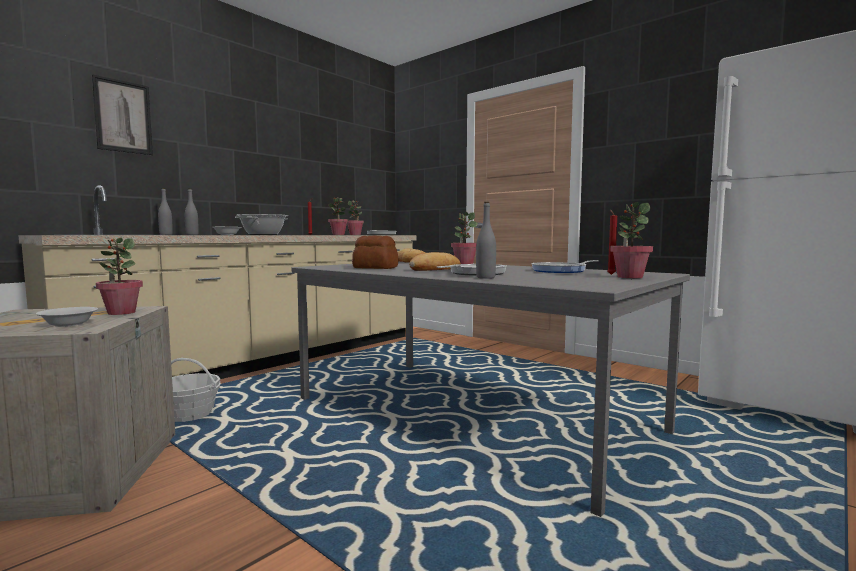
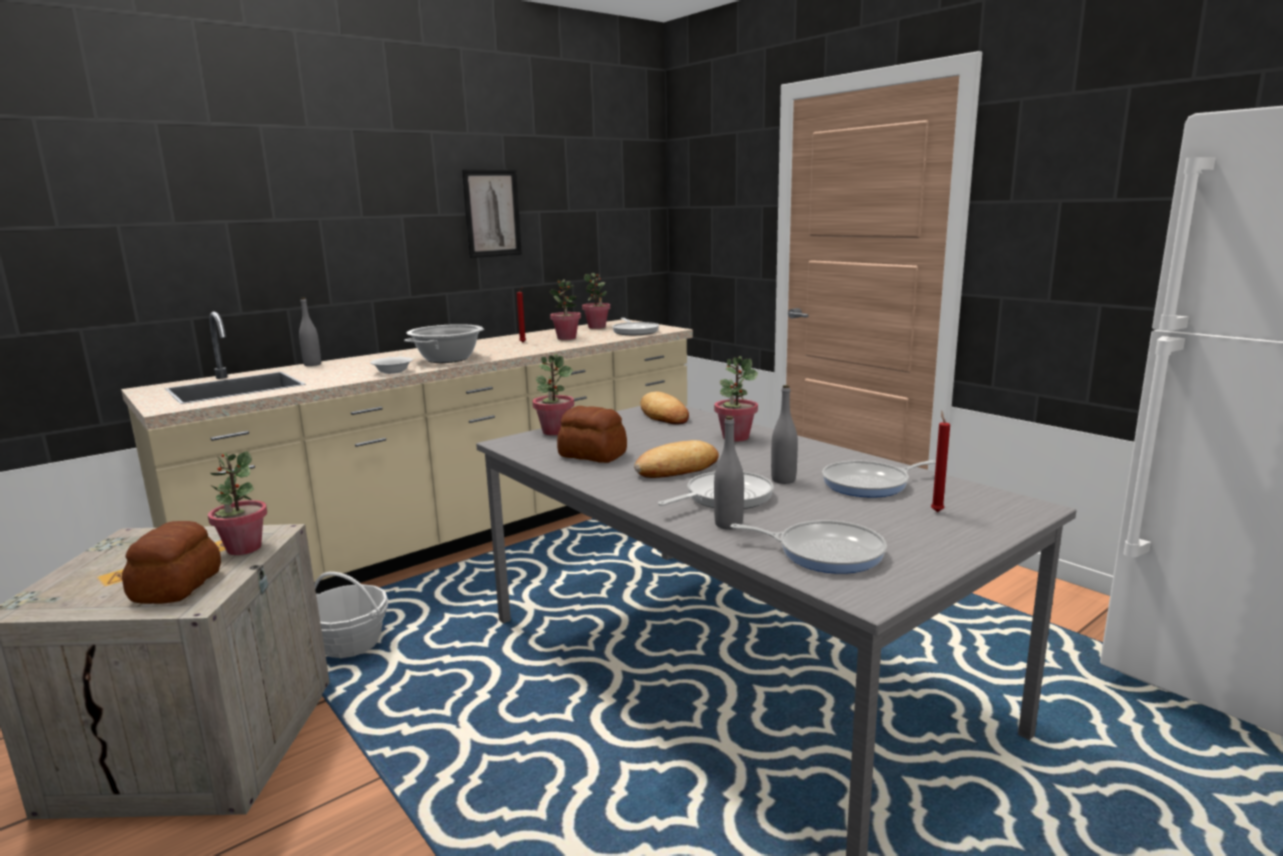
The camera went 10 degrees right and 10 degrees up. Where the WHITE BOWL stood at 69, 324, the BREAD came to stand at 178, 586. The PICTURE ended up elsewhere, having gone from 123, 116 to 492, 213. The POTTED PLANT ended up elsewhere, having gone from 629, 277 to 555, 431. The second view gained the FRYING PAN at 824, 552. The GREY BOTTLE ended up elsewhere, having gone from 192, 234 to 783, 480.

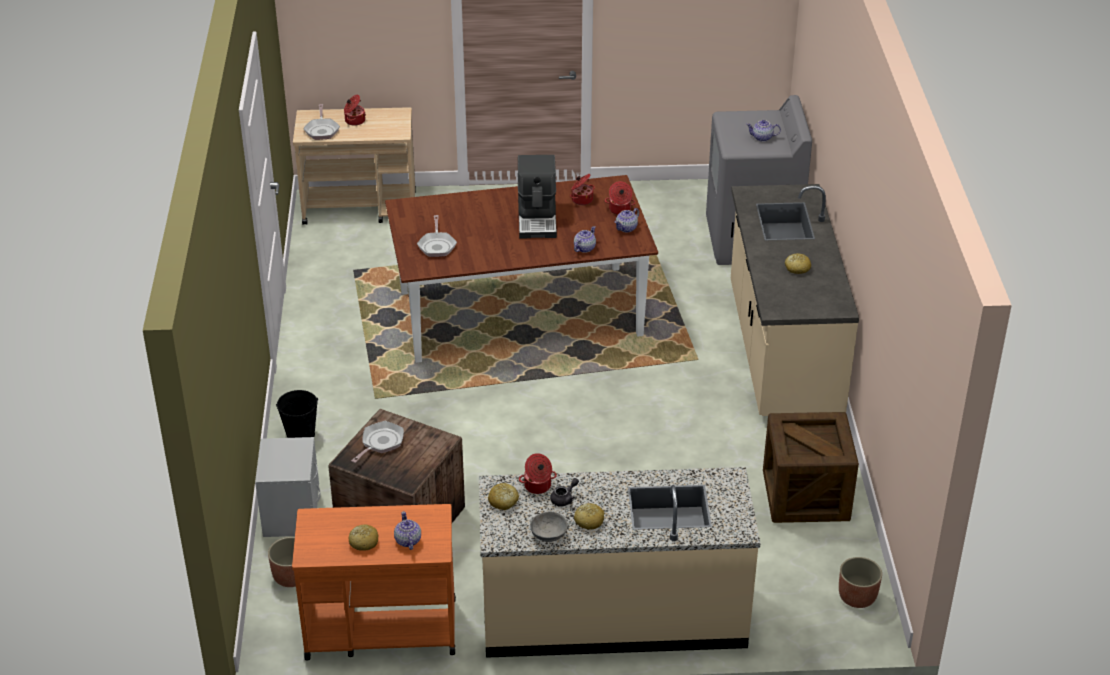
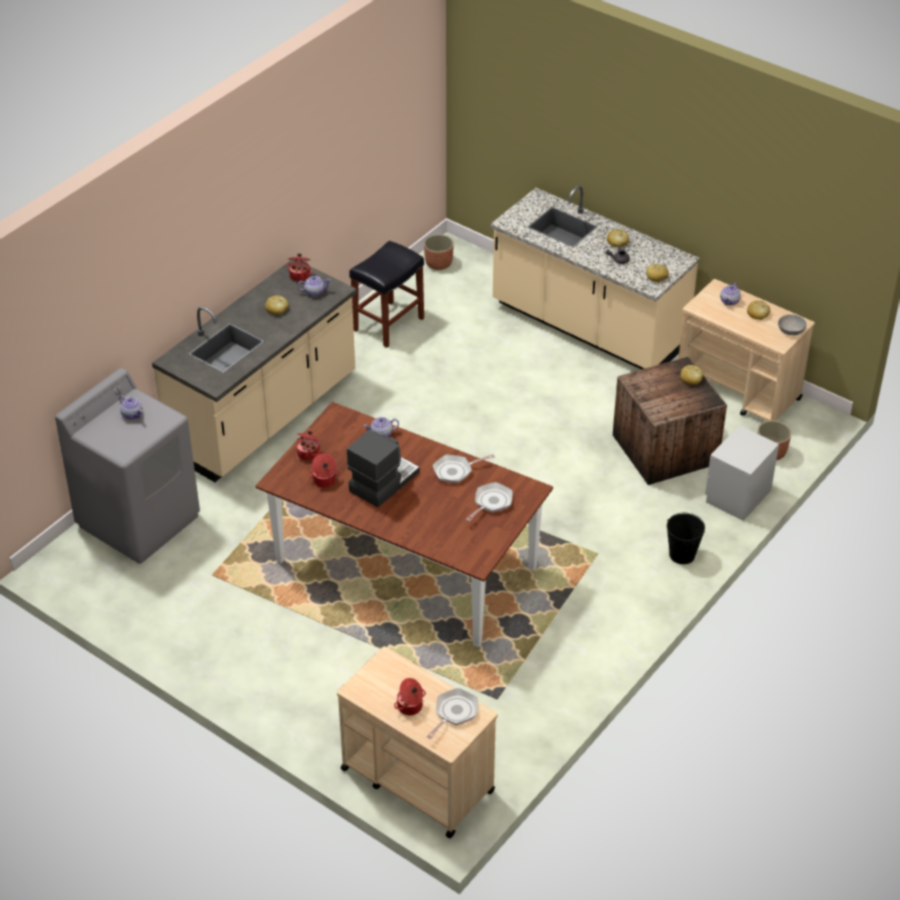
The camera went 140 degrees left and 5 degrees up. The COOKING POT ended up elsewhere, having gone from 537, 486 to 300, 275. The TEAPOT ended up elsewhere, having gone from 627, 228 to 314, 292. Where the CRATE stood at 805, 495, the BLACK STOOL came to stand at 388, 325. The FRYING PAN ended up elsewhere, having gone from 380, 443 to 455, 471. What was the ORANGE CART at 380, 628 turned into the BEIGE CART at 738, 392. The second view gained the BREAD at 691, 378. The GREY BOWL ended up elsewhere, having gone from 548, 534 to 791, 331.

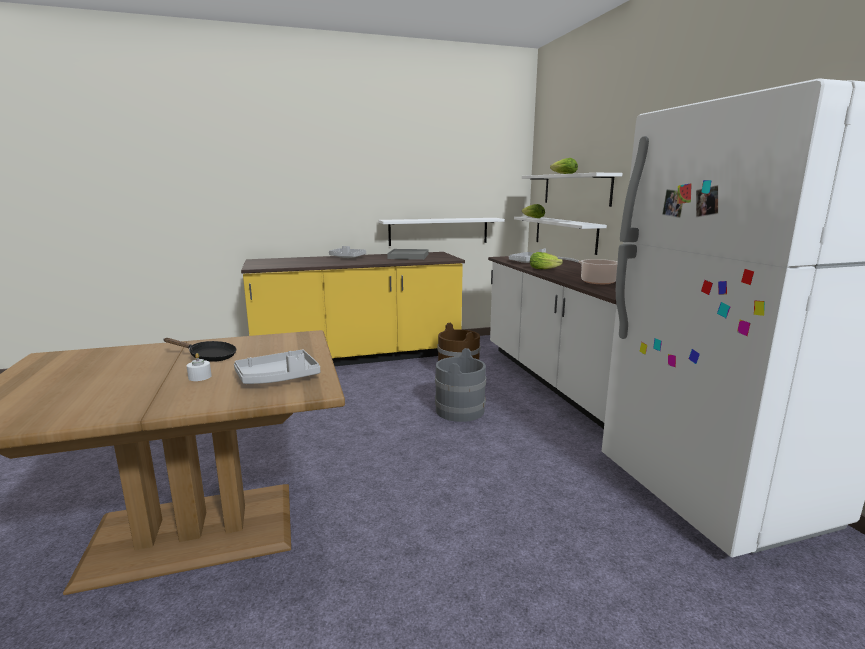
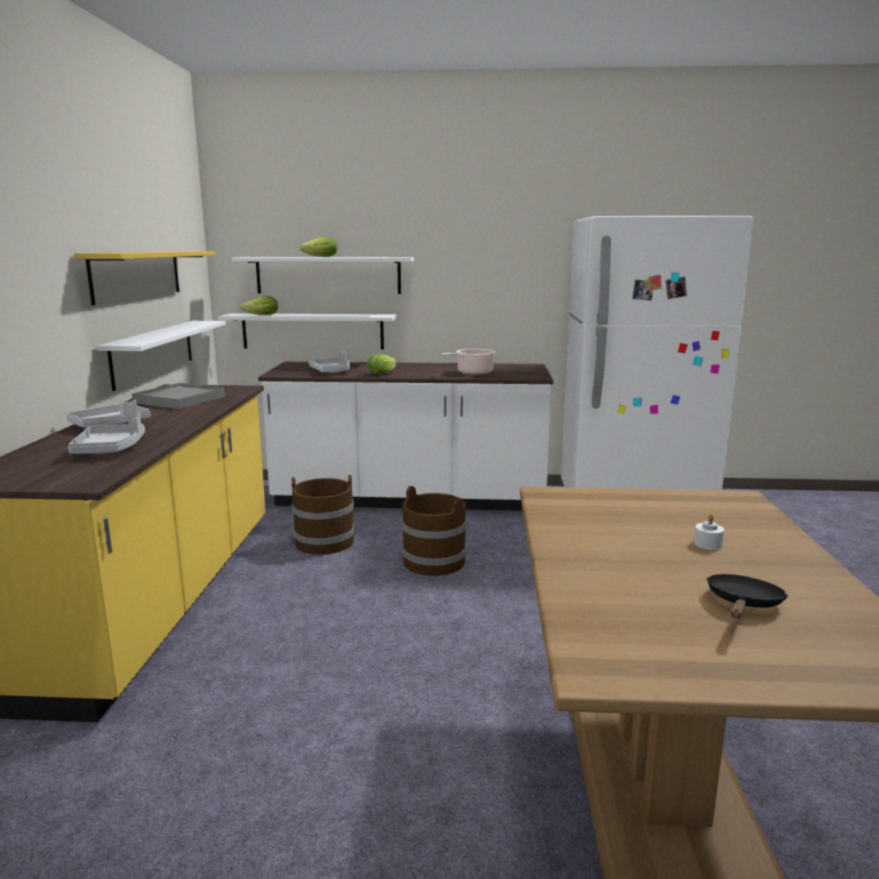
The camera went 70 degrees left and 0 degrees up. The GREY TRAY ended up elsewhere, having gone from 278, 378 to 110, 449. The second view gained the YELLOW SHELF at 137, 275. What was the GREY BUCKET at 460, 410 turned into the BROWN BUCKET at 434, 561. The BLACK FRYING PAN ended up elsewhere, having gone from 208, 357 to 743, 604.

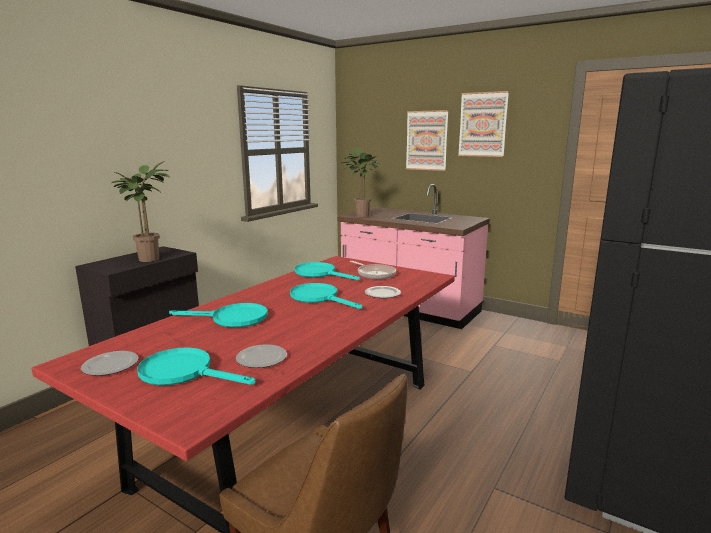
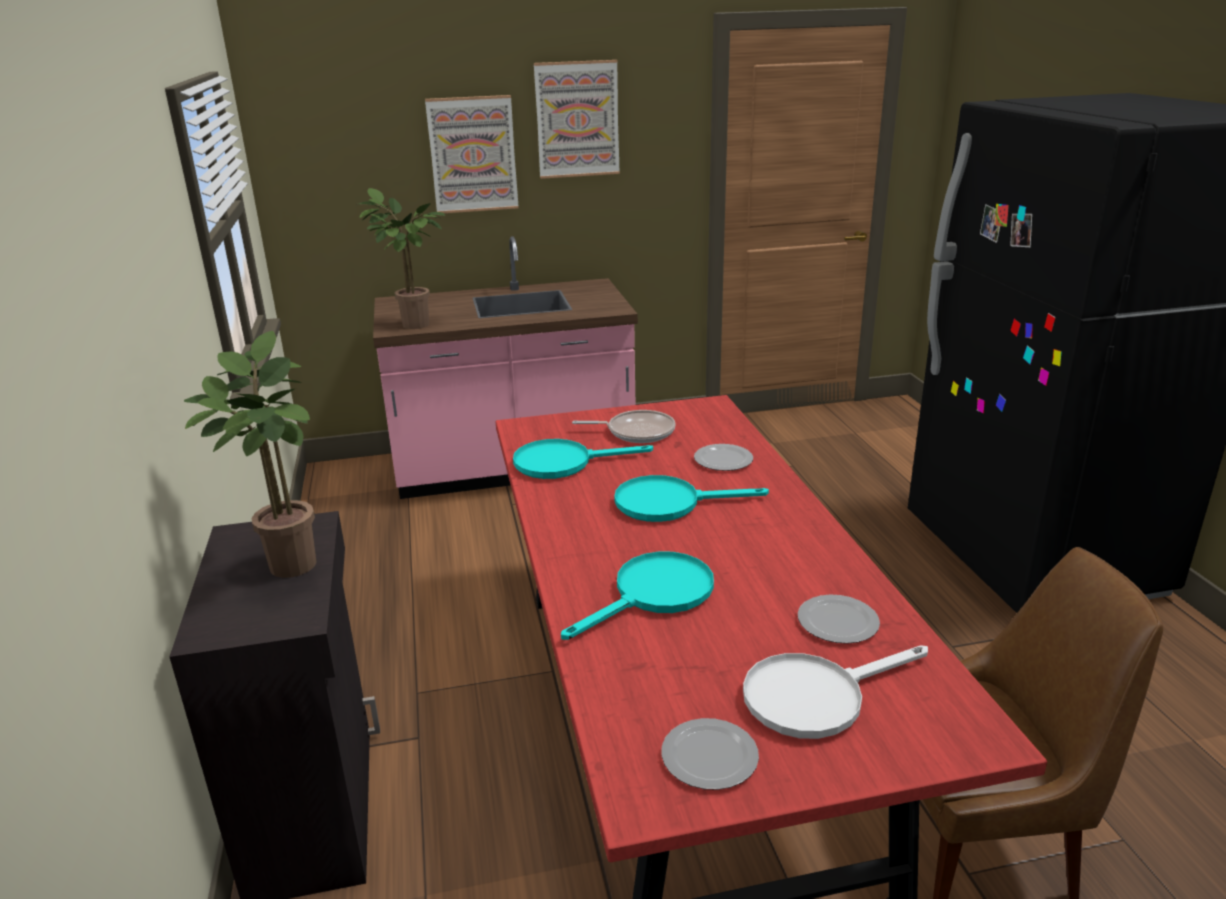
The camera went 45 degrees left and 10 degrees up. What was the TURQUOISE FRYING PAN at 184, 372 turned into the WHITE FRYING PAN at 816, 696.

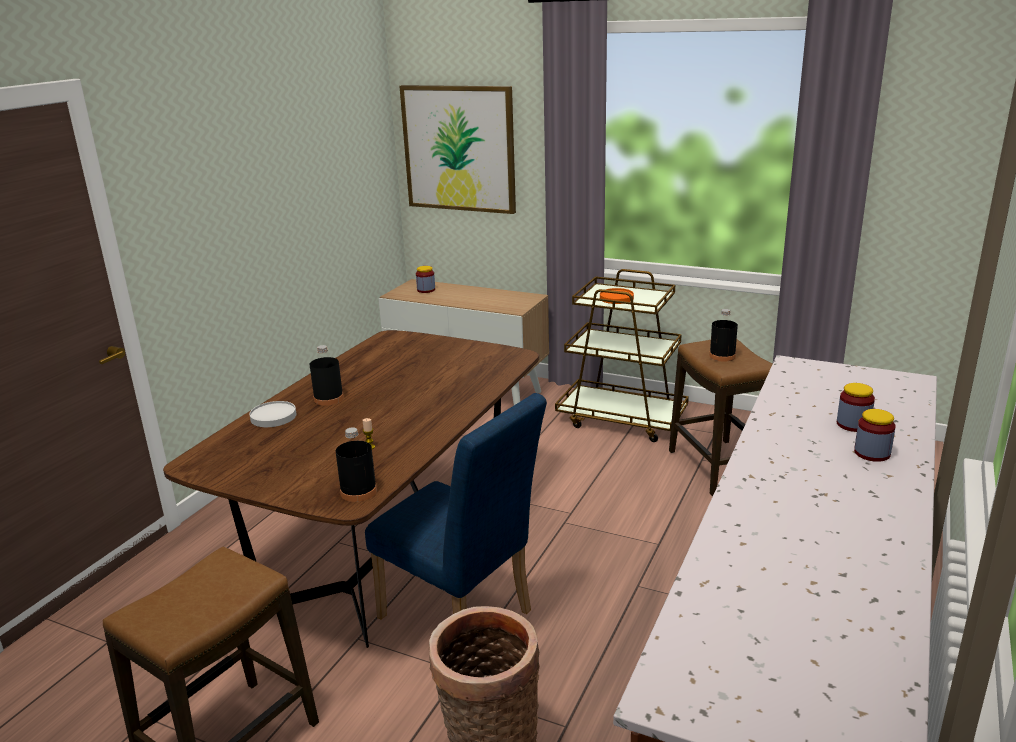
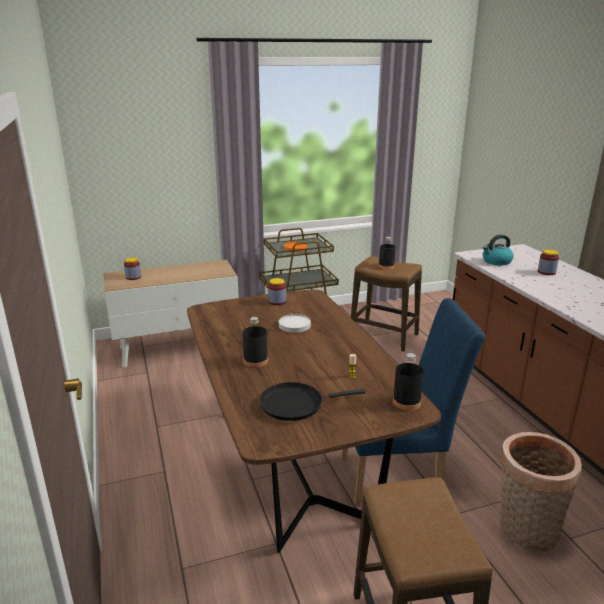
The camera went 45 degrees left and 0 degrees up. The second view gained the BLACK FRYING PAN at 296, 404. The JAR ended up elsewhere, having gone from 872, 453 to 277, 301. The WHITE PLATE ended up elsewhere, having gone from 273, 417 to 295, 325. The second view gained the KETTLE at 496, 261. The second view lost the PICTURE at 459, 149.

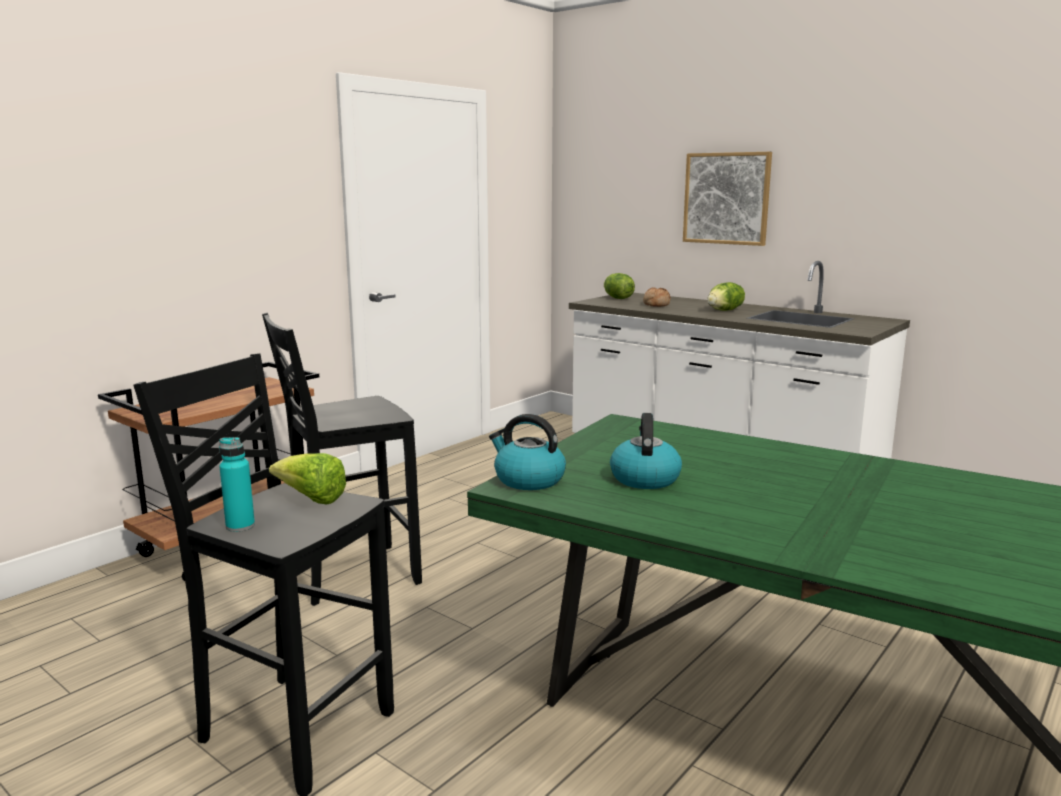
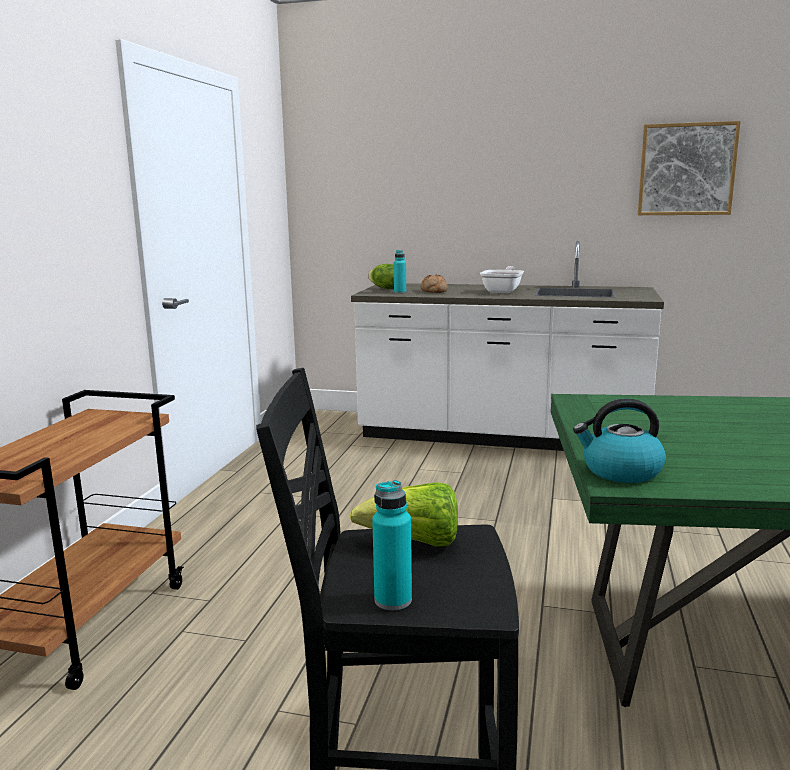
The camera went 25 degrees left and 0 degrees up. The second view gained the TURQUOISE BOTTLE at 400, 292. Where the LETTUCE stood at 725, 310, the FRYING PAN came to stand at 503, 291. The PICTURE ended up elsewhere, having gone from 726, 198 to 686, 169. The second view lost the BLACK STOOL at 351, 575. The second view lost the KETTLE at 644, 478.

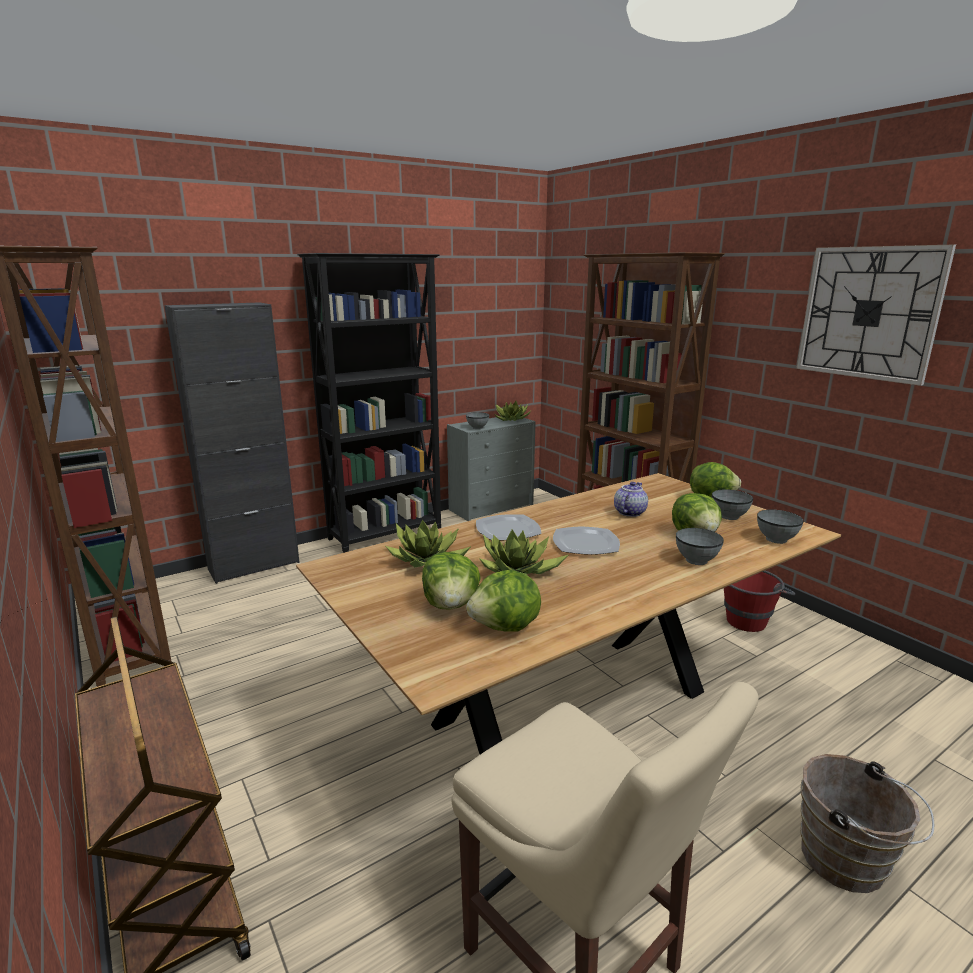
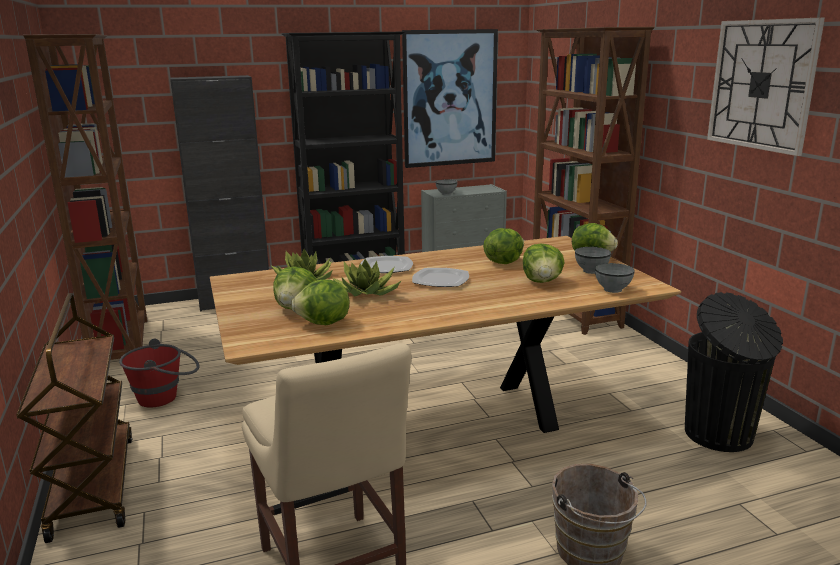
The camera went 15 degrees right and 0 degrees up. The RED BUCKET ended up elsewhere, having gone from 751, 619 to 166, 396. The second view gained the PICTURE at 450, 98. Where the TEAPOT stood at 629, 512, the LETTUCE came to stand at 503, 262. The second view gained the BLACK TRASH CAN at 720, 435. The second view lost the POTTED PLANT at 511, 419. The second view lost the GREY BOWL at 696, 560.

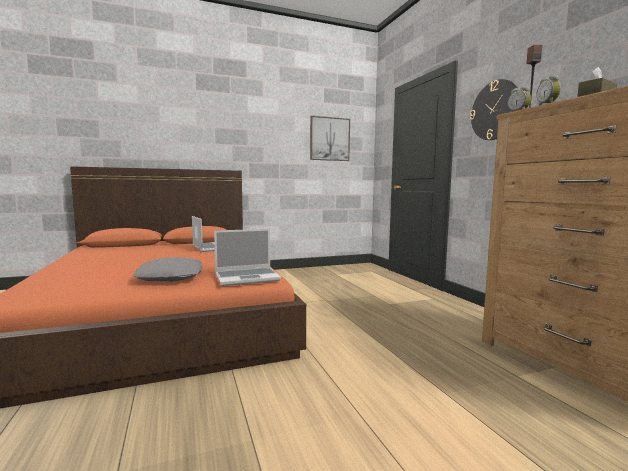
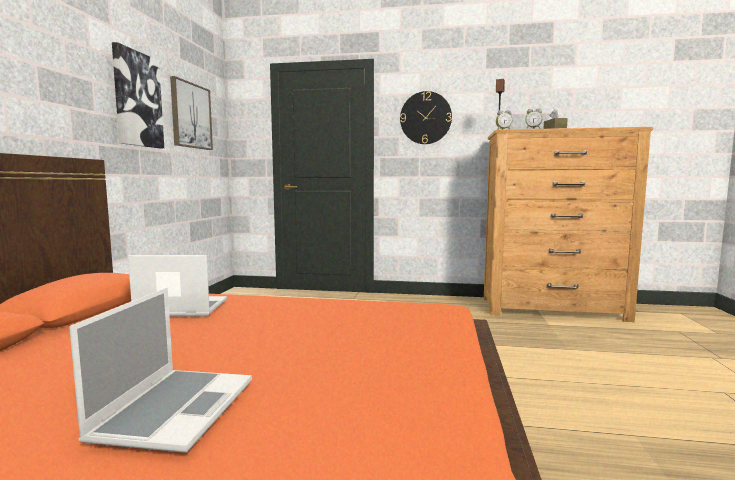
The camera went 60 degrees left and 0 degrees up. The LAPTOP ended up elsewhere, having gone from 248, 278 to 175, 409. The second view gained the PICTURE at 137, 99. The second view lost the GREY PILLOW at 171, 277.

